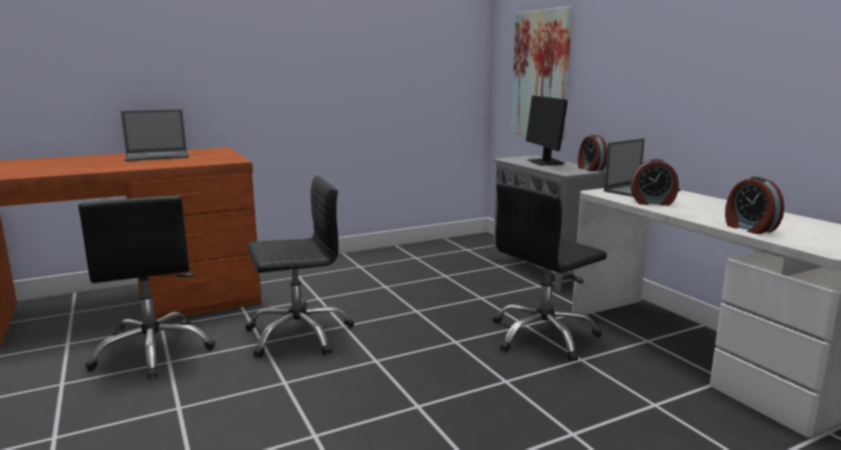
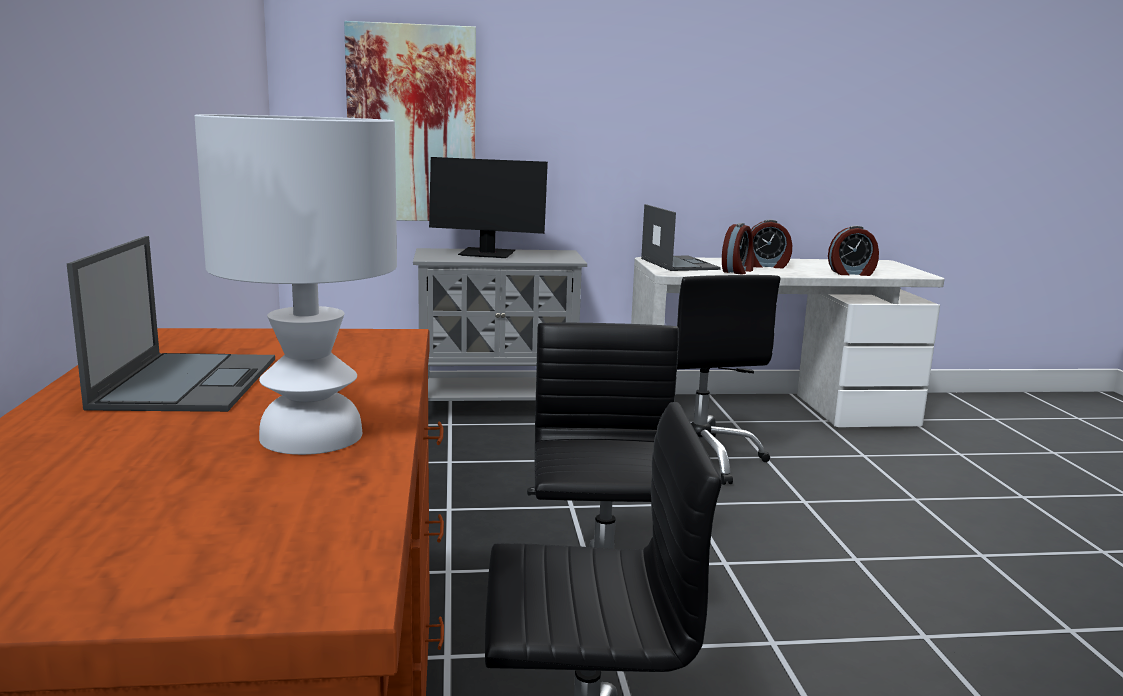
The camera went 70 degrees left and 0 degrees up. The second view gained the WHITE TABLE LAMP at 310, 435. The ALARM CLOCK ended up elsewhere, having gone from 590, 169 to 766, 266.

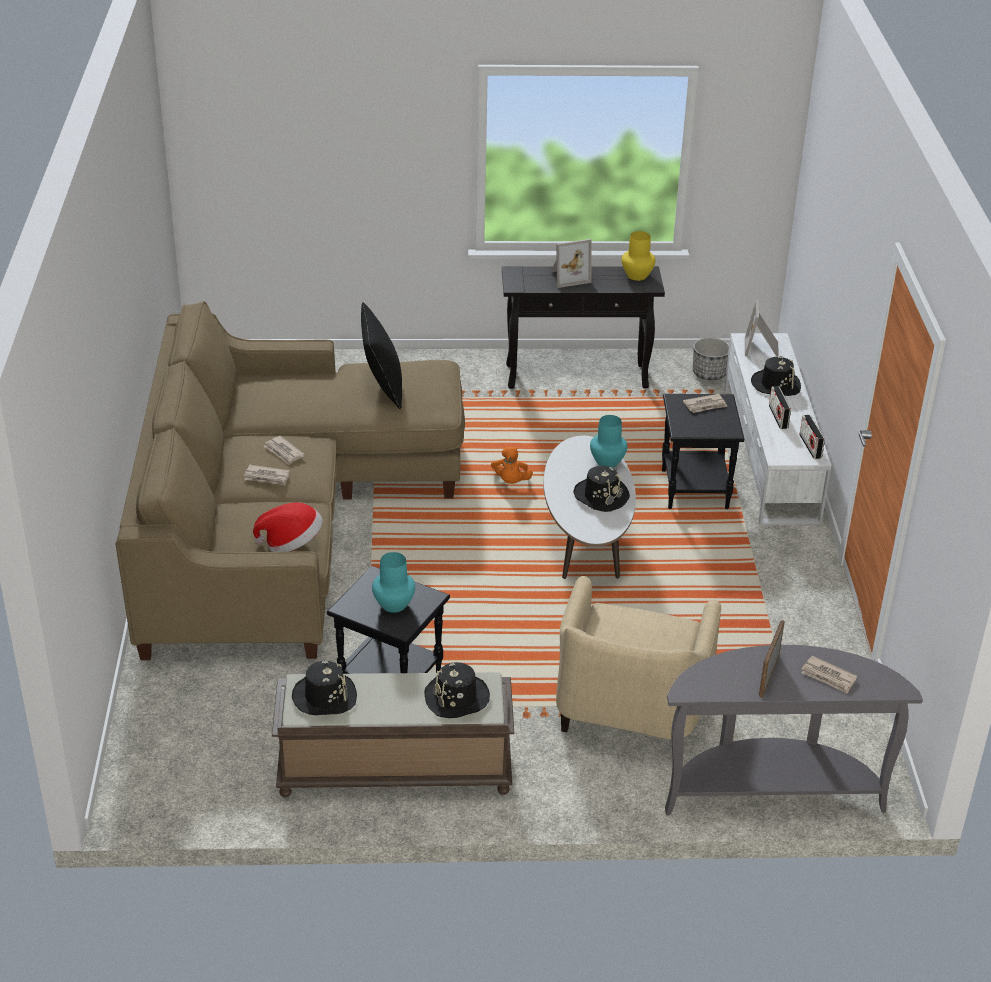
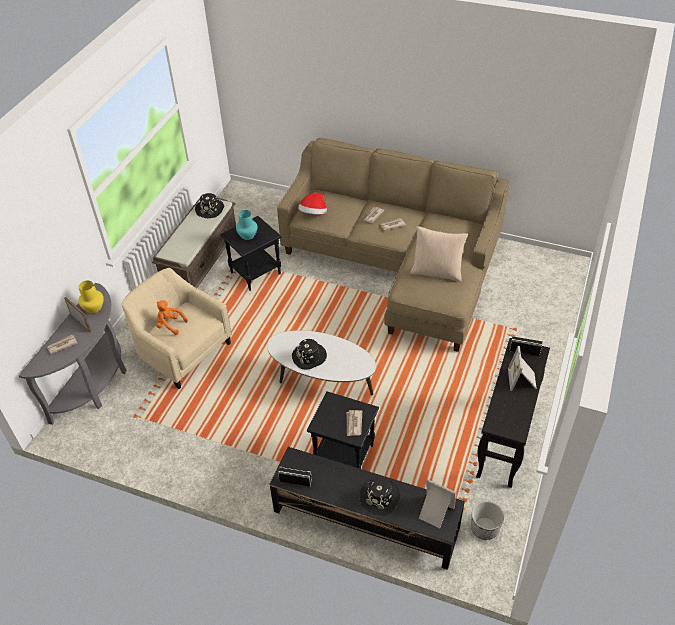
The camera went 115 degrees right and 10 degrees up. The YELLOW VASE ended up elsewhere, having gone from 637, 276 to 93, 308. The ORANGE PLUSH TOY ended up elsewhere, having gone from 511, 481 to 170, 325. What was the WHITE TV STAND at 769, 454 turned into the BLACK TV STAND at 365, 519. What was the BLACK PILLOW at 382, 387 turned into the BEIGE PILLOW at 437, 272. The RADIO ended up elsewhere, having gone from 778, 417 to 524, 351. The second view lost the BLACK HAT at 457, 698. The second view lost the TURQUOISE VASE at 607, 461.

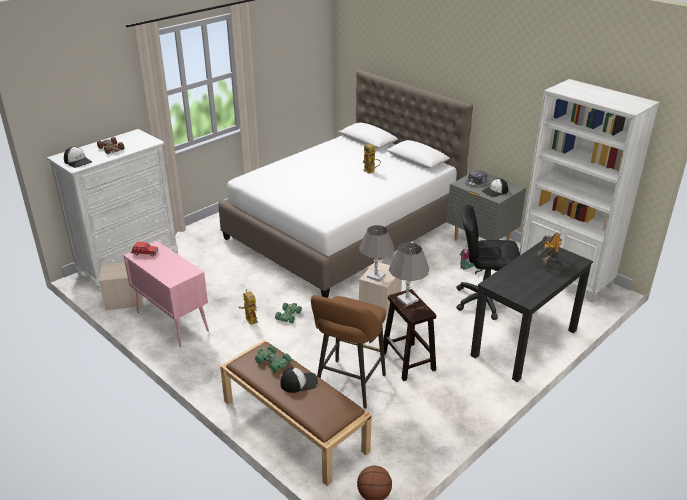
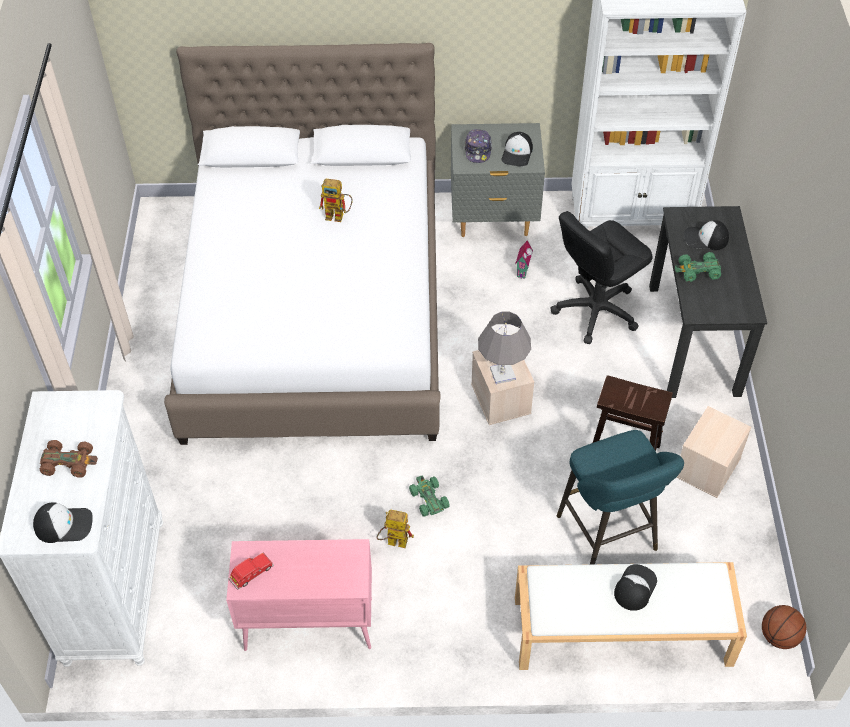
The camera went 45 degrees left and 20 degrees up. What was the BROWN BENCH at 293, 425 turned into the WHITE BENCH at 620, 632. What was the BROWN STOOL at 348, 386 turned into the TURQUOISE STOOL at 609, 537. The GREEN TOY CAR ended up elsewhere, having gone from 272, 362 to 697, 271. The BEIGE STORAGE BOX ended up elsewhere, having gone from 124, 300 to 708, 468. Where the TOY ROBOT stood at 548, 262, the CAP came to stand at 705, 238. The second view lost the GREY TABLE LAMP at 407, 299.

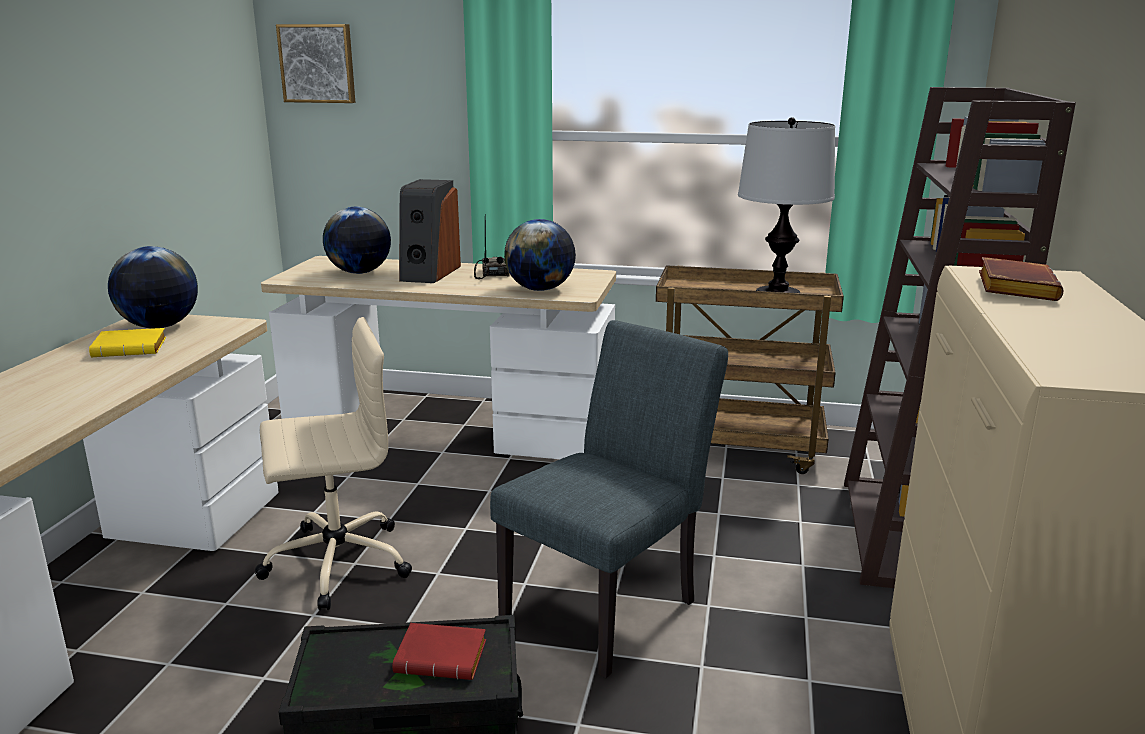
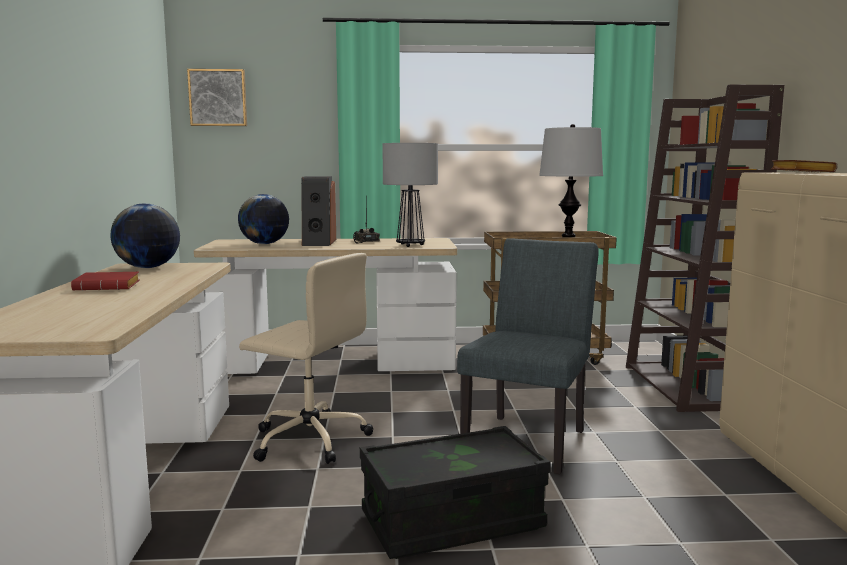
The camera went 15 degrees left and 10 degrees down. The RED BOOK ended up elsewhere, having gone from 444, 657 to 109, 287. The BEIGE OFFICE CHAIR at 335, 563 ended up facing another way, 60 degrees clockwise from before. Where the GLOBE stood at 540, 289, the TABLE LAMP came to stand at 411, 245. The second view lost the YELLOW BOOK at 132, 349.

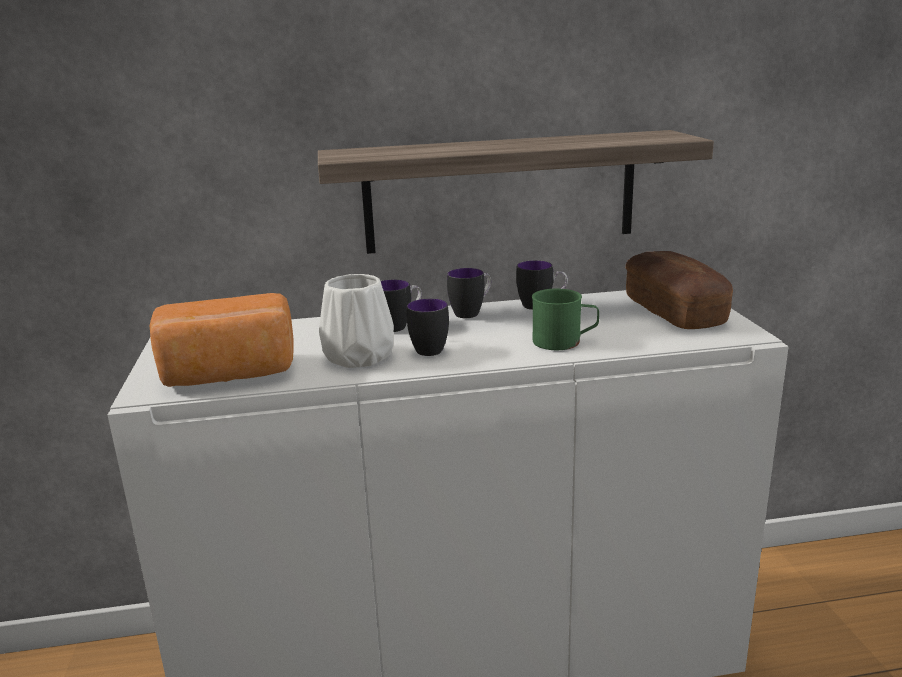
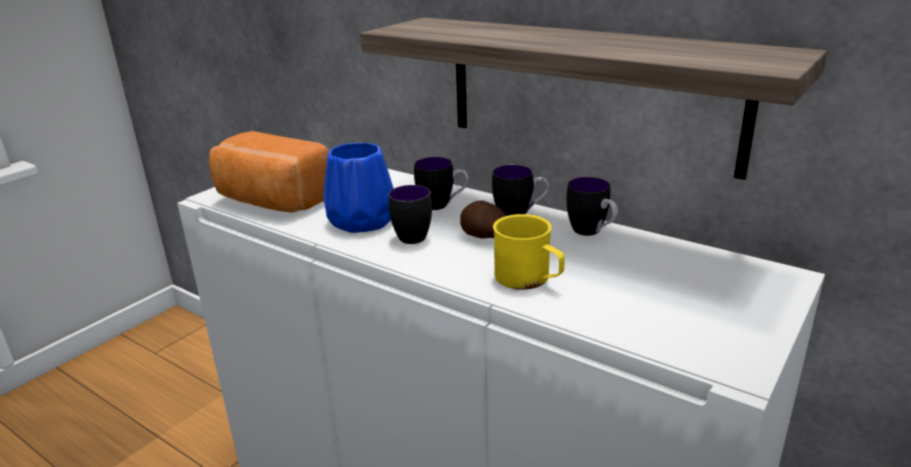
The camera went 45 degrees right and 5 degrees up. What was the WHITE VASE at 360, 356 turned into the BLUE VASE at 363, 221. The second view gained the POTATO at 484, 237. What was the GREEN MUG at 564, 341 turned into the YELLOW MUG at 529, 279. The second view lost the BREAD at 673, 311.

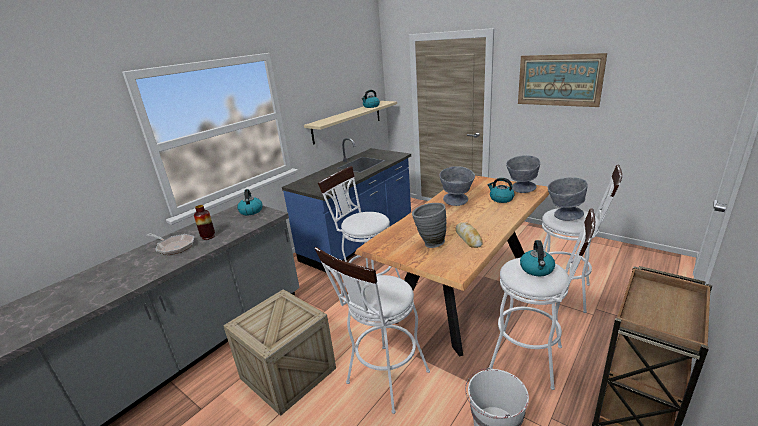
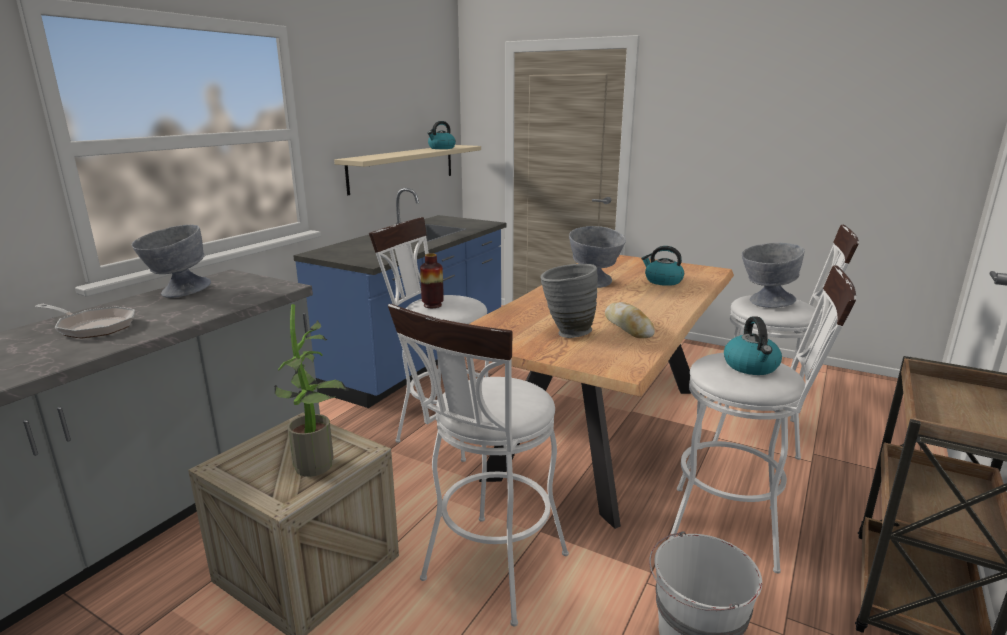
The camera went 10 degrees left and 5 degrees down. The GREY BOWL ended up elsewhere, having gone from 521, 190 to 177, 293. The second view gained the POTTED PLANT at 319, 466. The VASE ended up elsewhere, having gone from 208, 237 to 432, 305. The second view lost the KETTLE at 251, 211. The second view lost the PICTURE at 559, 80.

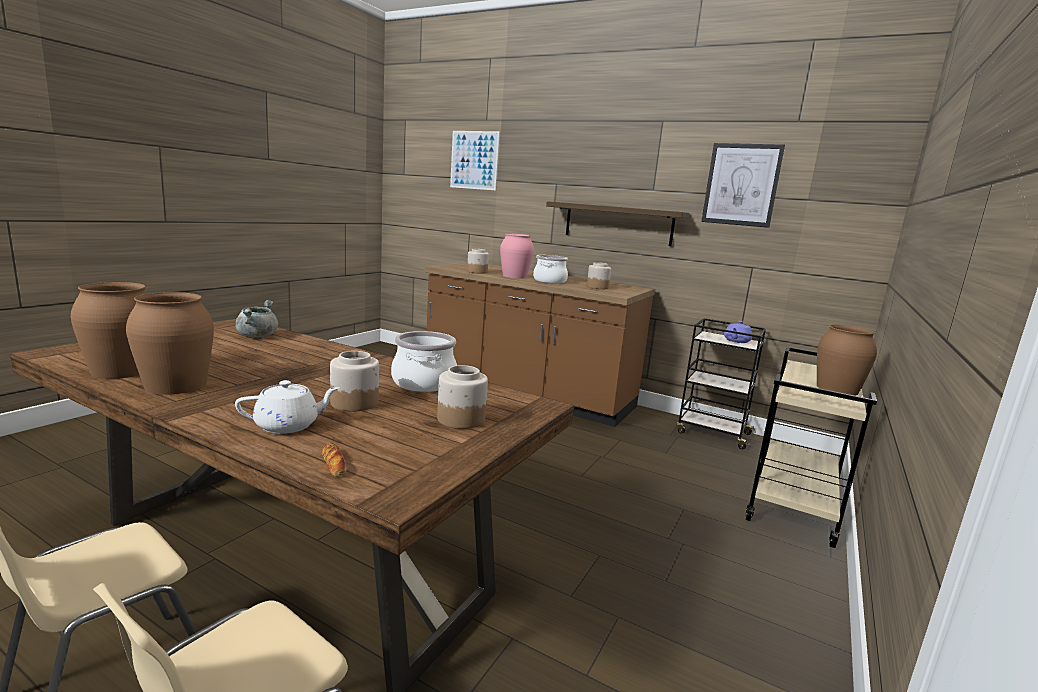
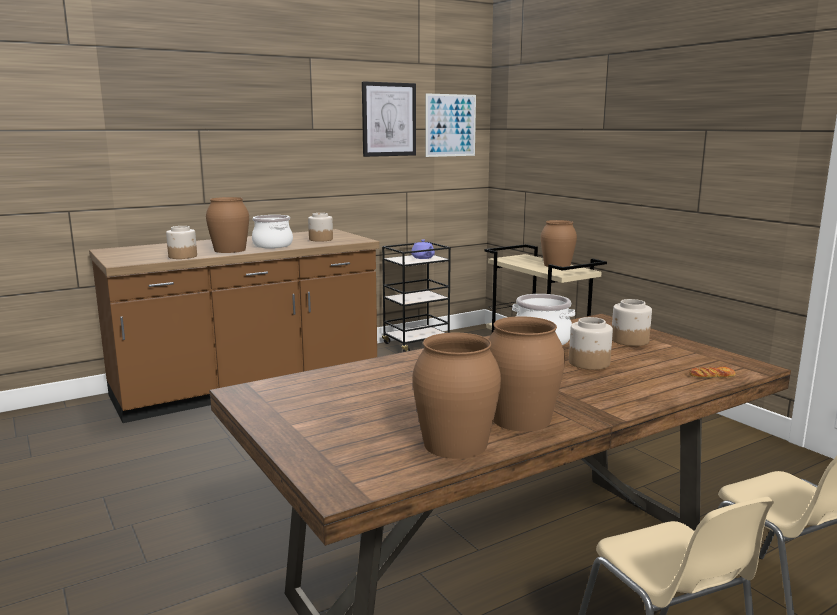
The camera went 60 degrees left and 0 degrees up. What was the PINK VASE at 514, 276 turned into the BROWN VASE at 229, 250. The PICTURE ended up elsewhere, having gone from 474, 160 to 450, 125. The second view lost the GREY COOKING POT at 257, 335. The second view lost the WHITE TEAPOT at 288, 425. The second view lost the SHELF at 618, 223.

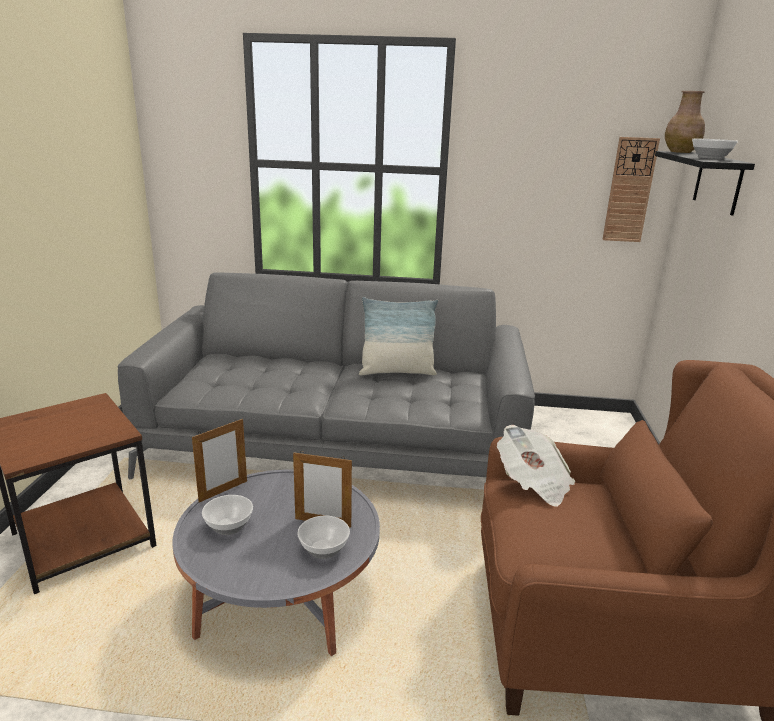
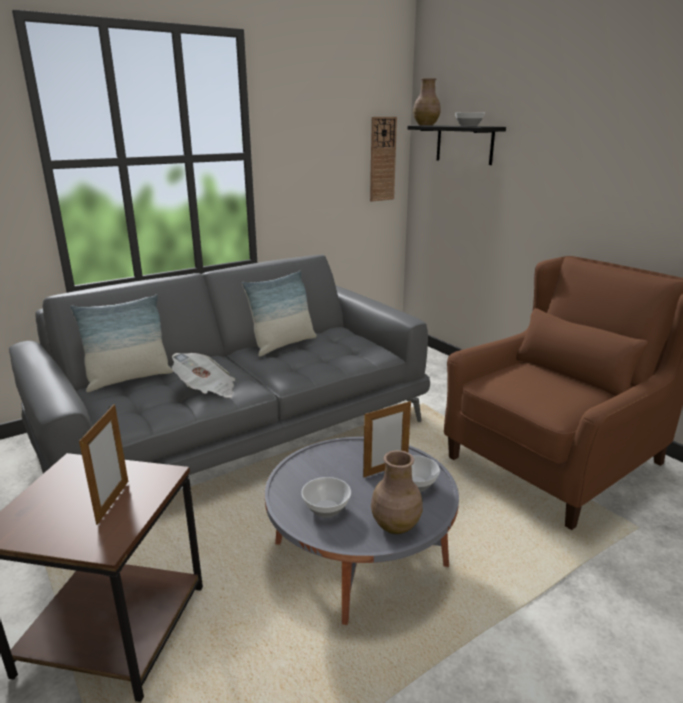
The camera went 40 degrees left and 0 degrees up. The second view gained the PILLOW at 129, 379. The PICTURE FRAME ended up elsewhere, having gone from 223, 491 to 113, 502. The NEWSPAPER ended up elsewhere, having gone from 533, 483 to 206, 390. The second view gained the BROWN VASE at 394, 525.

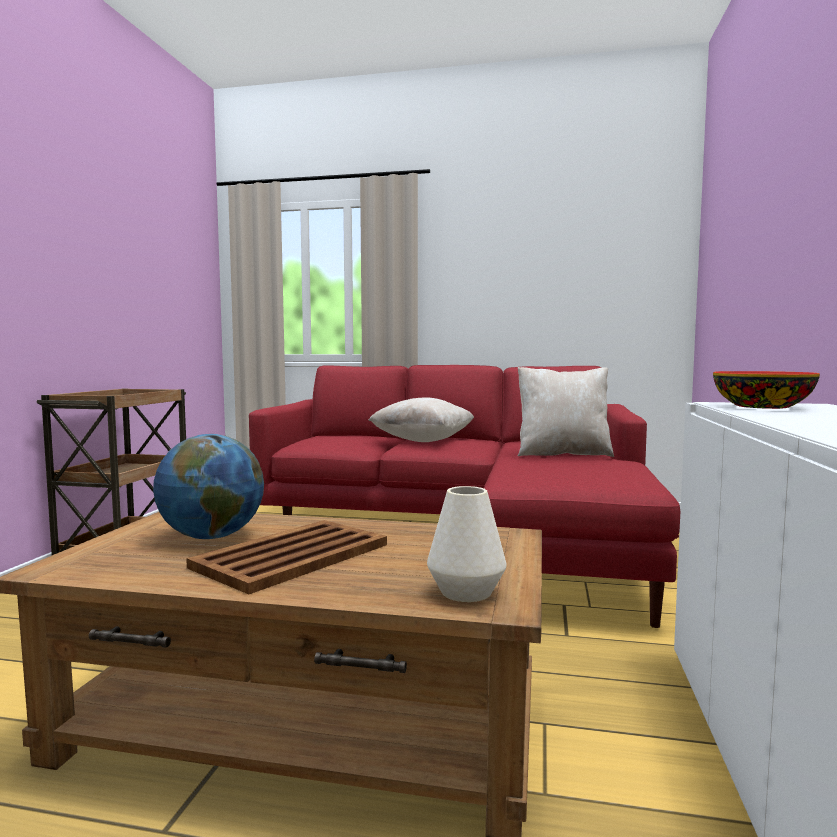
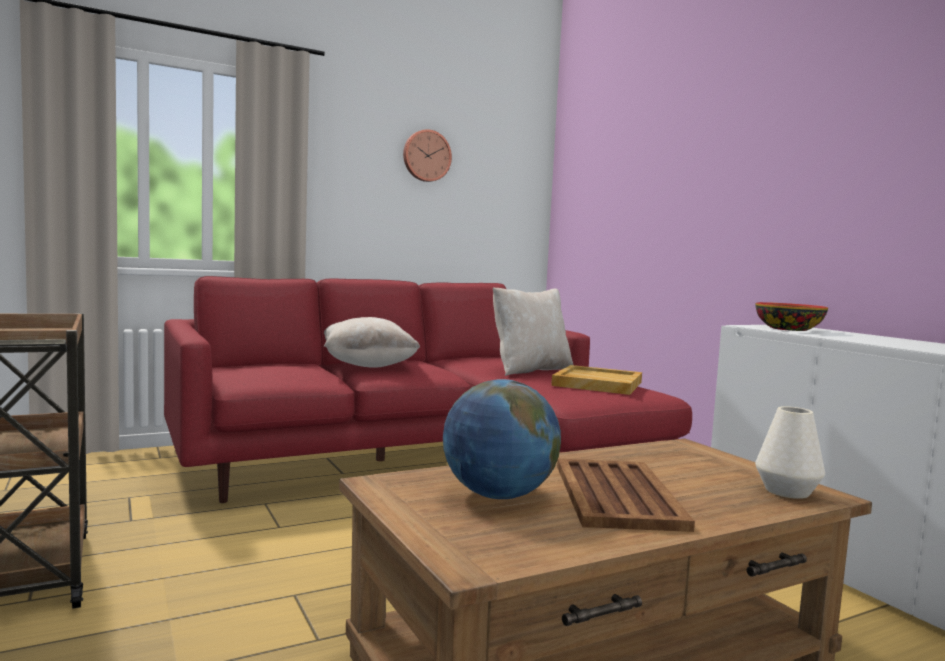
The camera went 40 degrees left and 0 degrees up. The second view gained the WALL CLOCK at 426, 156. The second view gained the BEIGE TRAY at 596, 384.

